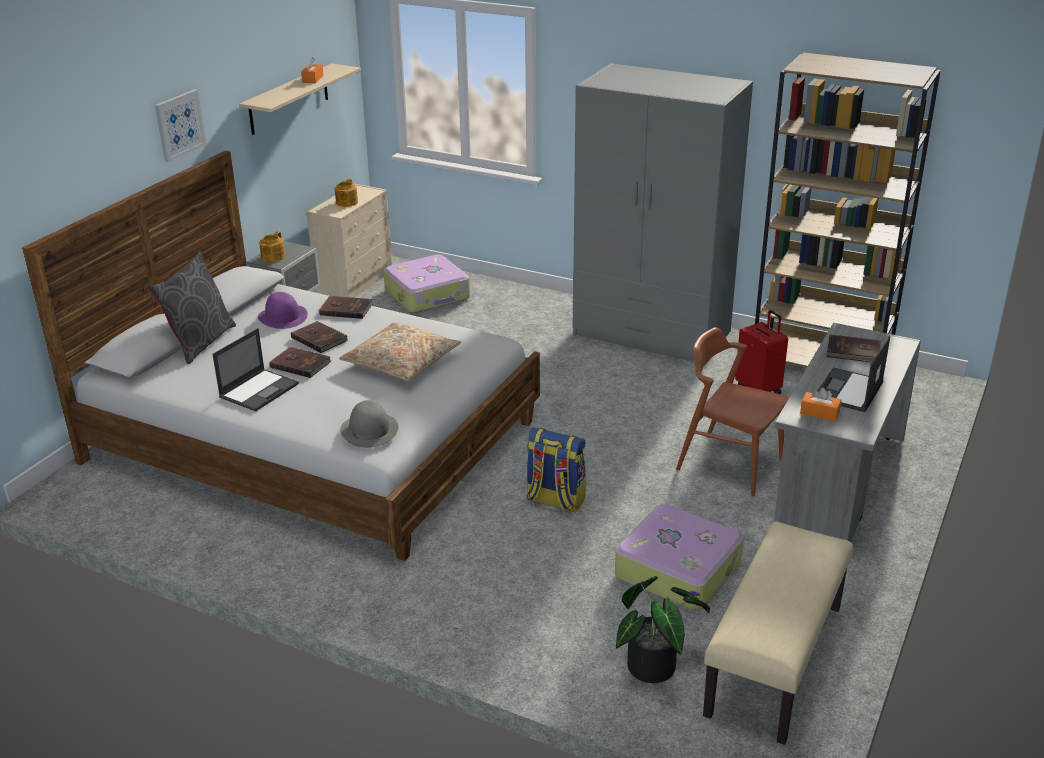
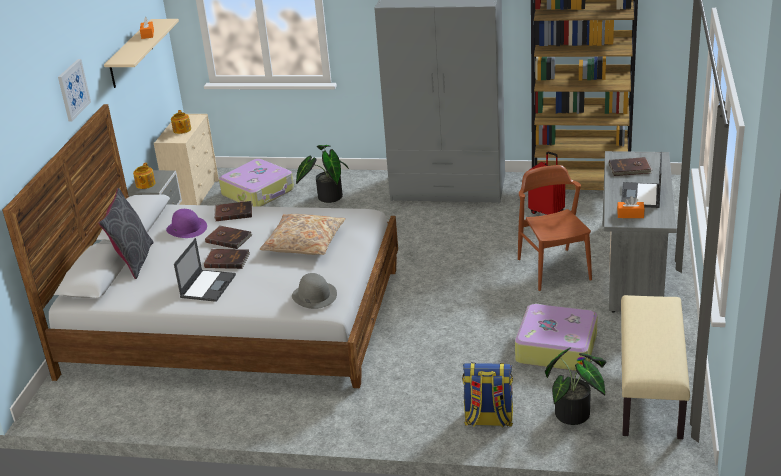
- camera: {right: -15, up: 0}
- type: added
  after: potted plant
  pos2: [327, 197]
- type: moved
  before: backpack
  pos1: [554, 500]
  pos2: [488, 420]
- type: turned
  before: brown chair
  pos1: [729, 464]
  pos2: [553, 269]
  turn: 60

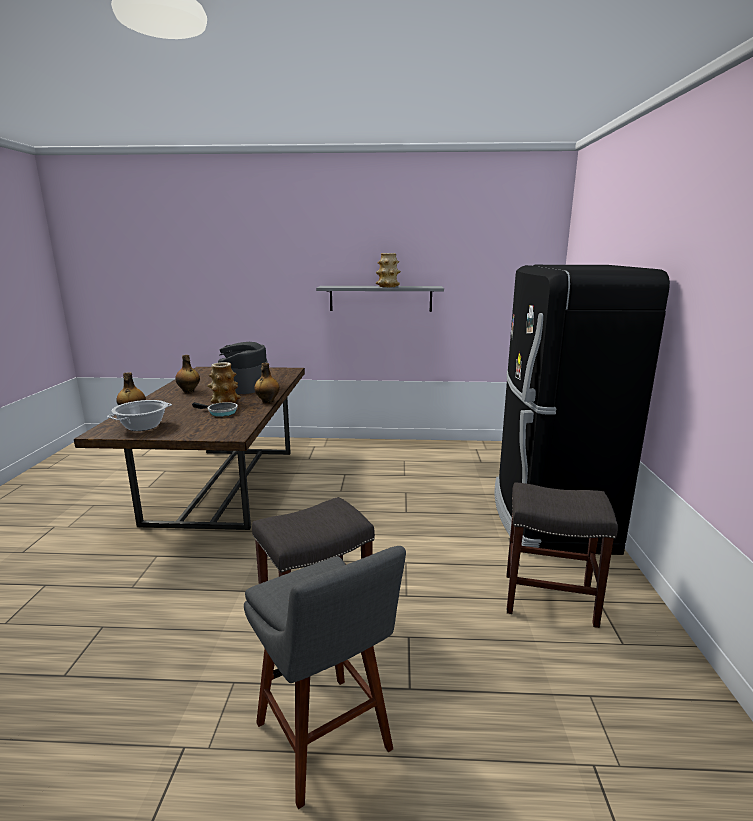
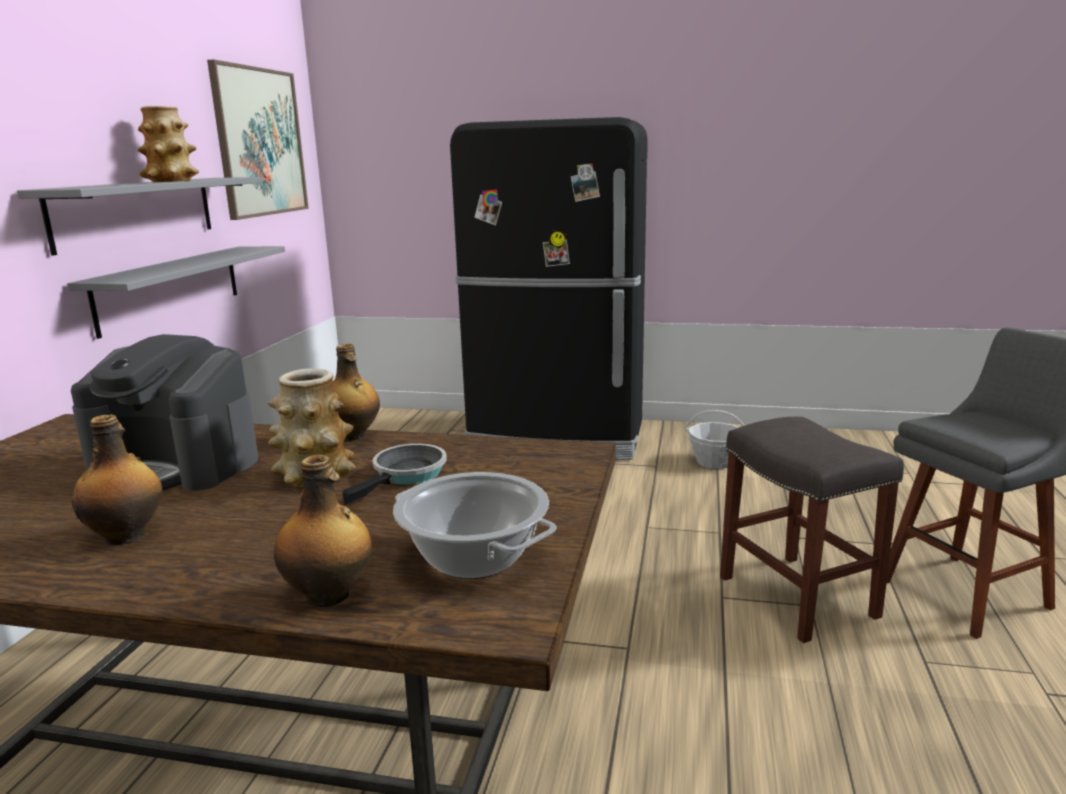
- camera: {right: -80, up: 0}
- type: added
  after: grey shelf
  pos2: [170, 288]
- type: added
  after: picture
  pos2: [260, 142]
- type: replaced
  before: grey stool
  after: basket
  pos1: [550, 599]
  pos2: [715, 461]

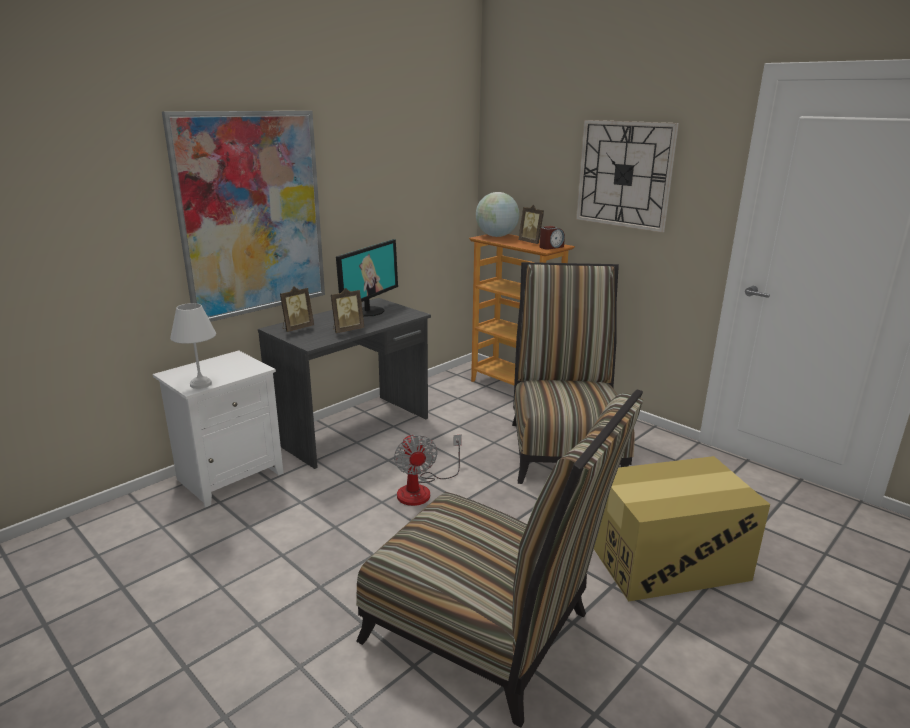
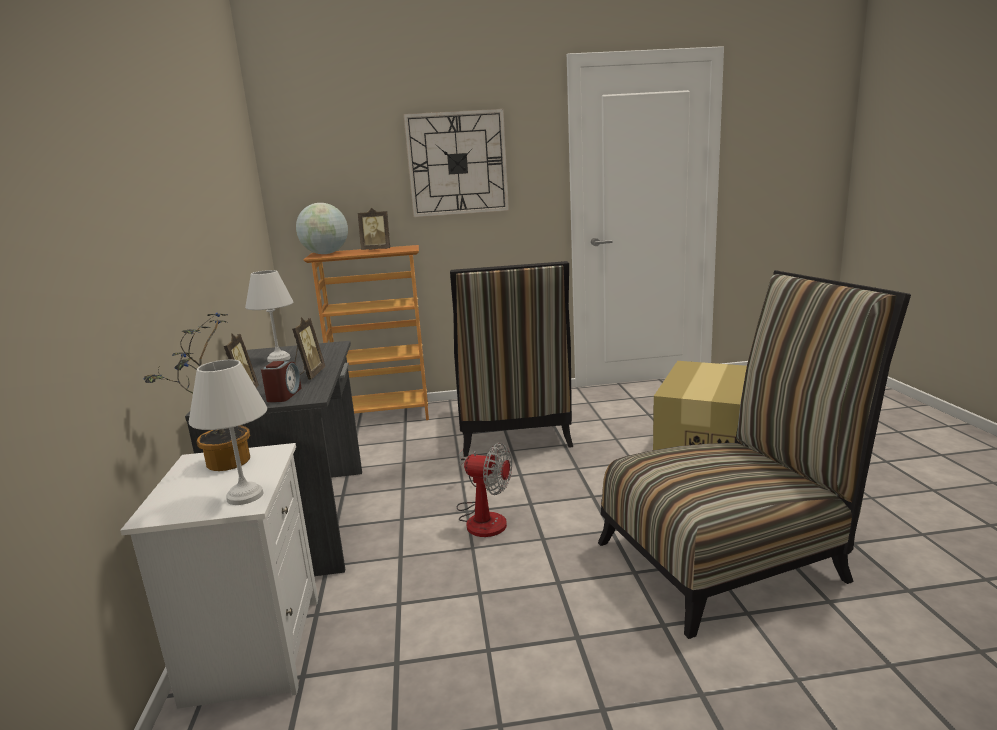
- camera: {right: -50, up: -5}
- type: removed
  before: picture
  pos1: [252, 215]
- type: added
  after: potted plant
  pos2: [221, 463]
- type: moved
  before: alarm clock
  pos1: [551, 247]
  pos2: [284, 395]
- type: replaced
  before: monitor
  after: white table lamp
  pos1: [369, 311]
  pos2: [278, 359]
- type: turned
  before: chair
  pos1: [565, 447]
  pos2: [513, 431]
  turn: -135

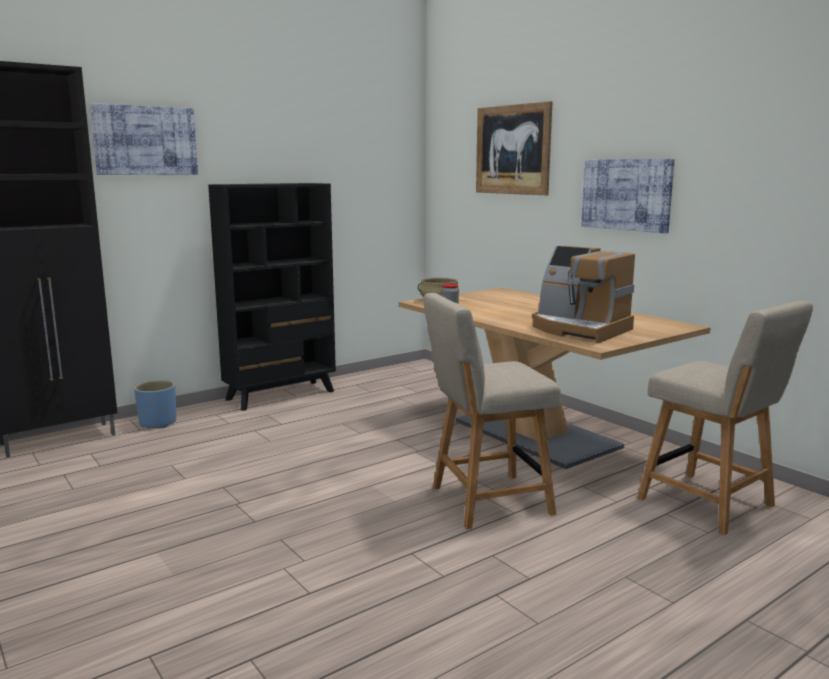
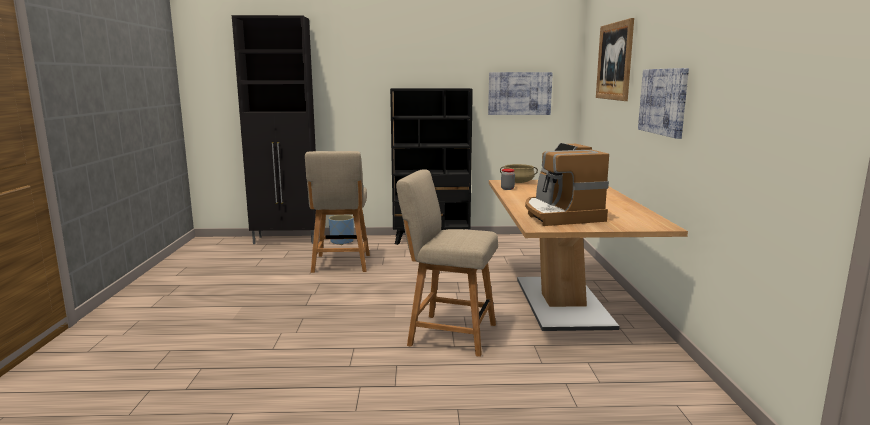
- camera: {right: 35, up: 0}
- type: moved
  before: picture
  pos1: [145, 140]
  pos2: [519, 93]
- type: moved
  before: beige chair
  pos1: [711, 505]
  pos2: [341, 264]

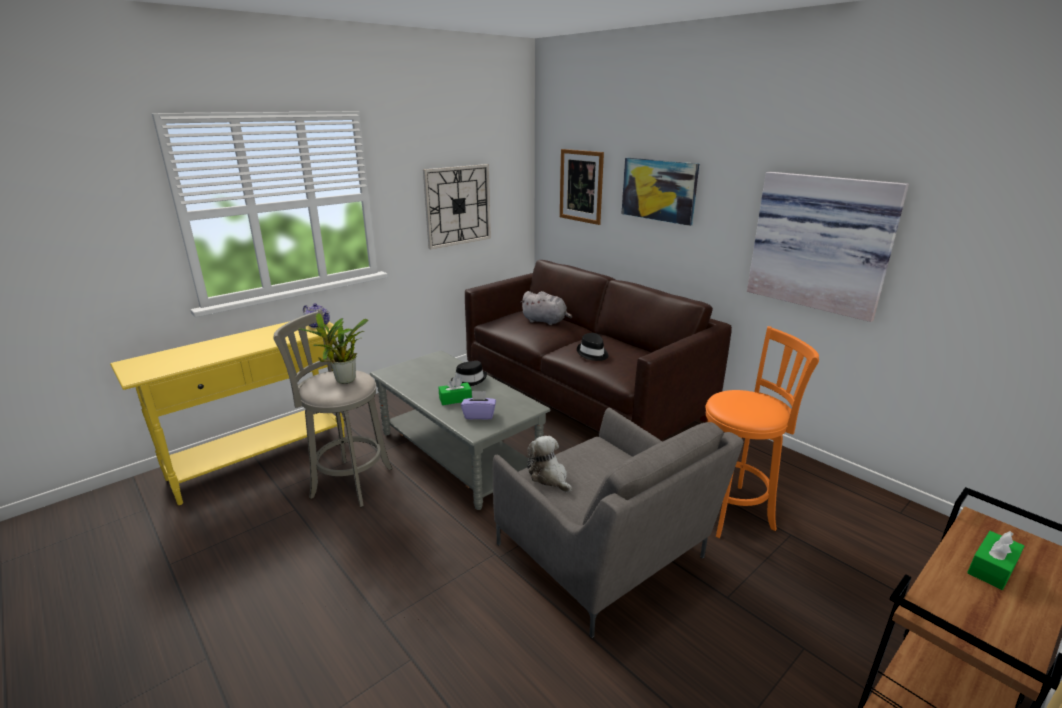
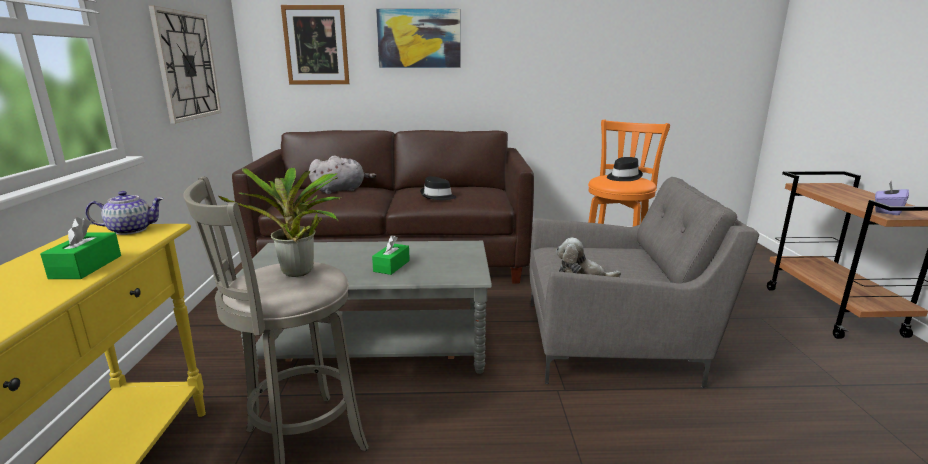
- camera: {right: -50, up: -5}
- type: removed
  before: picture
  pos1: [821, 243]
- type: moved
  before: black hat
  pos1: [469, 380]
  pos2: [623, 177]
- type: moved
  before: purple tissue box
  pos1: [479, 415]
  pos2: [887, 211]
- type: moved
  before: green tissue box
  pos1: [992, 568]
  pos2: [86, 267]

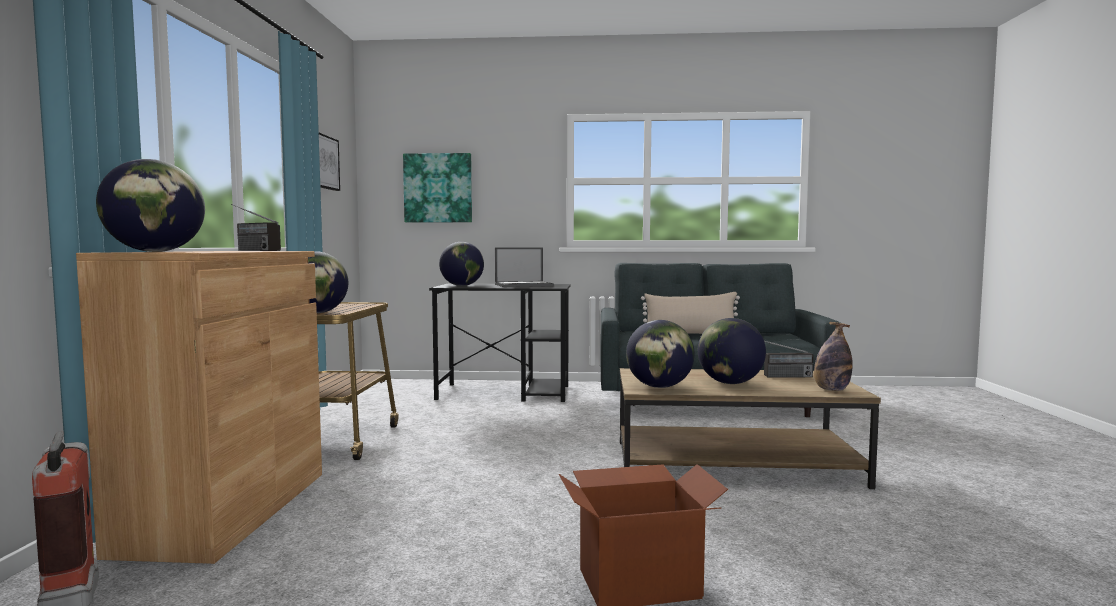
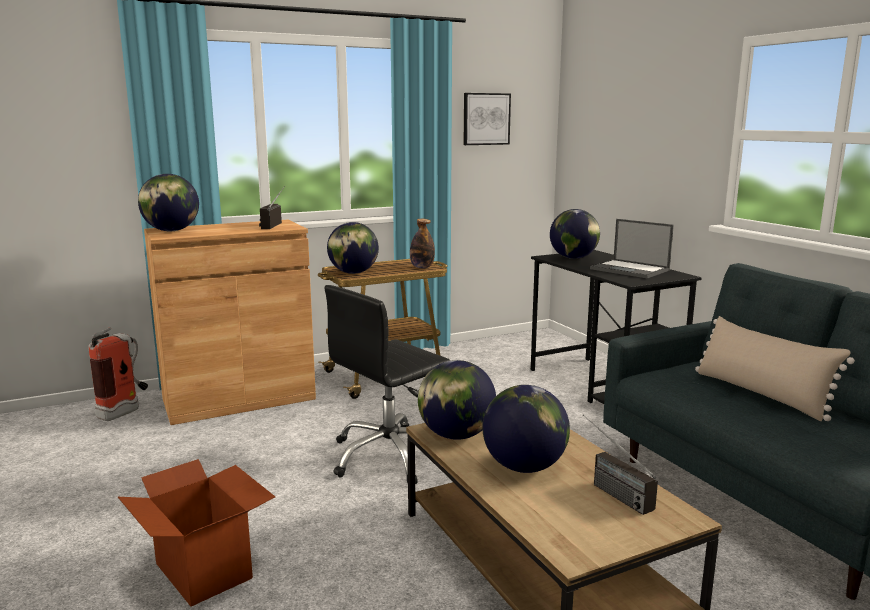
- camera: {right: 60, up: 10}
- type: removed
  before: picture
  pos1: [438, 188]
- type: added
  after: black office chair
  pos2: [389, 456]
- type: moved
  before: bottle
  pos1: [831, 390]
  pos2: [422, 267]

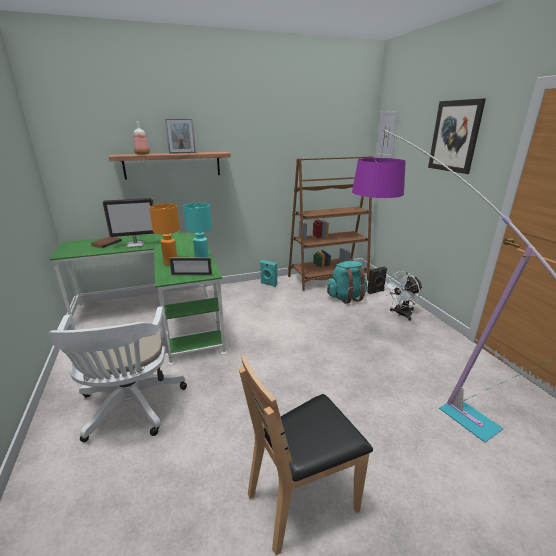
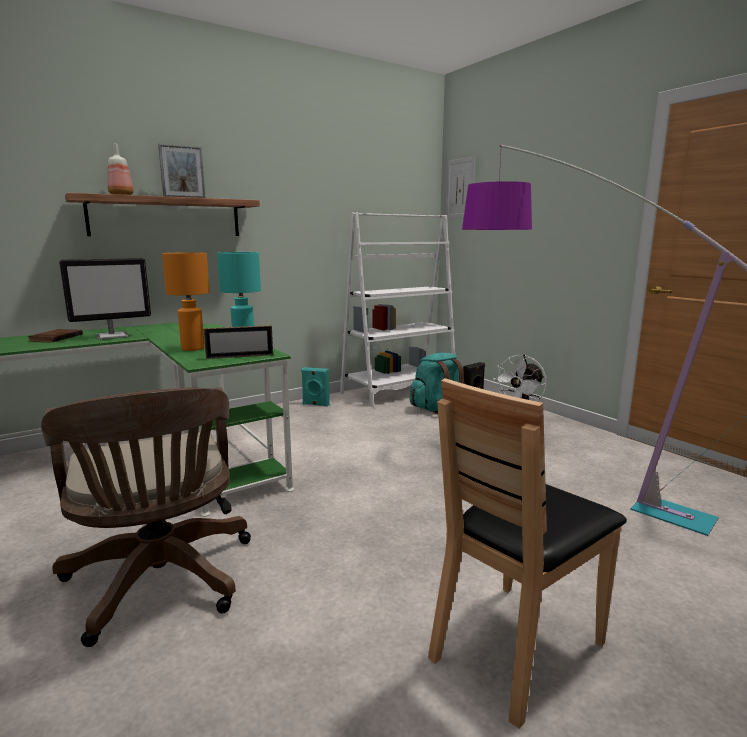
- camera: {right: -15, up: -10}
- type: removed
  before: picture
  pos1: [455, 136]
- type: recoloured
  before: white office chair
  after: brown office chair
  pos1: [131, 408]
  pos2: [161, 583]
- type: recoloured
  before: brown bookcase
  after: white bookcase
  pos1: [328, 278]
  pos2: [399, 391]

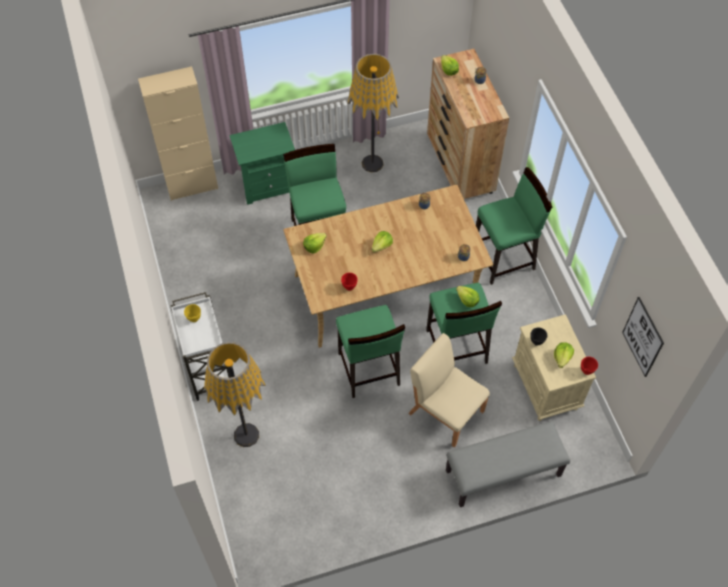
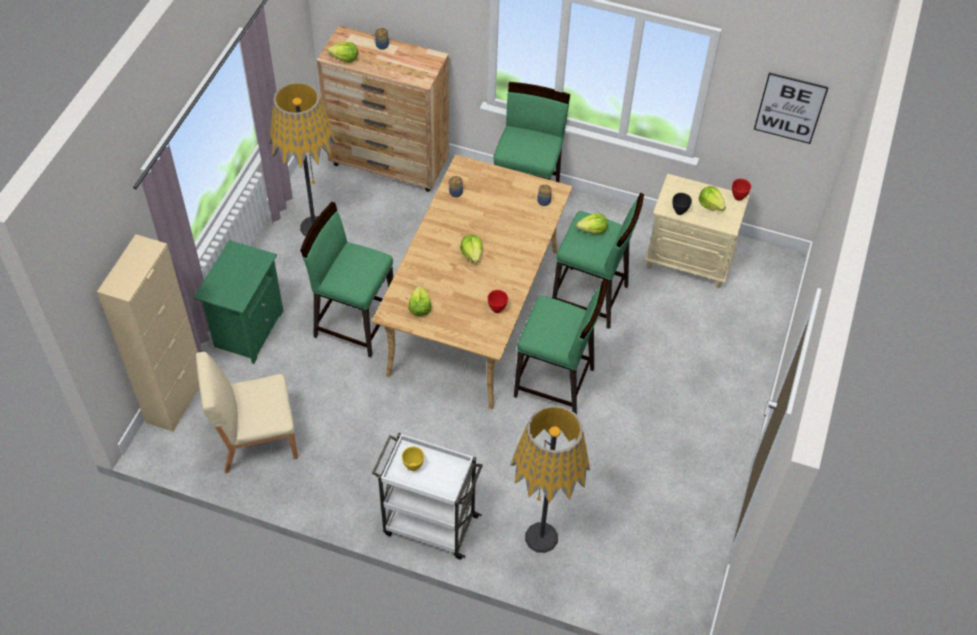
- camera: {right: -55, up: -5}
- type: removed
  before: grey bench
  pos1: [503, 474]
- type: moved
  before: beige chair
  pos1: [445, 411]
  pos2: [255, 438]

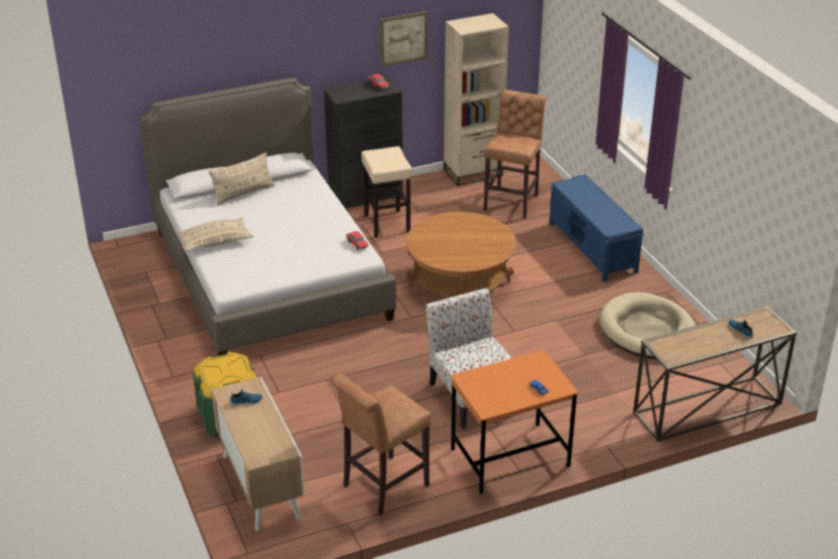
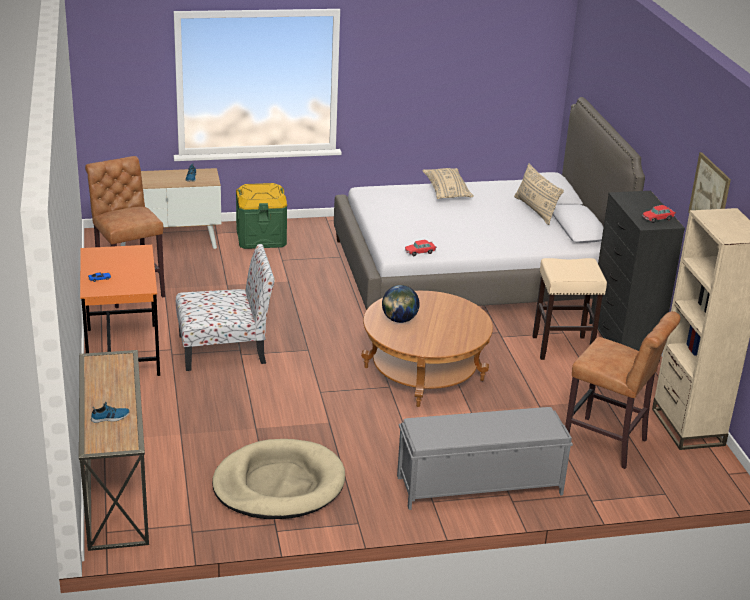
- camera: {right: 100, up: -5}
- type: added
  after: globe
  pos2: [399, 320]
- type: recoloured
  before: blue bench
  after: grey bench
  pos1: [592, 248]
  pos2: [478, 485]

